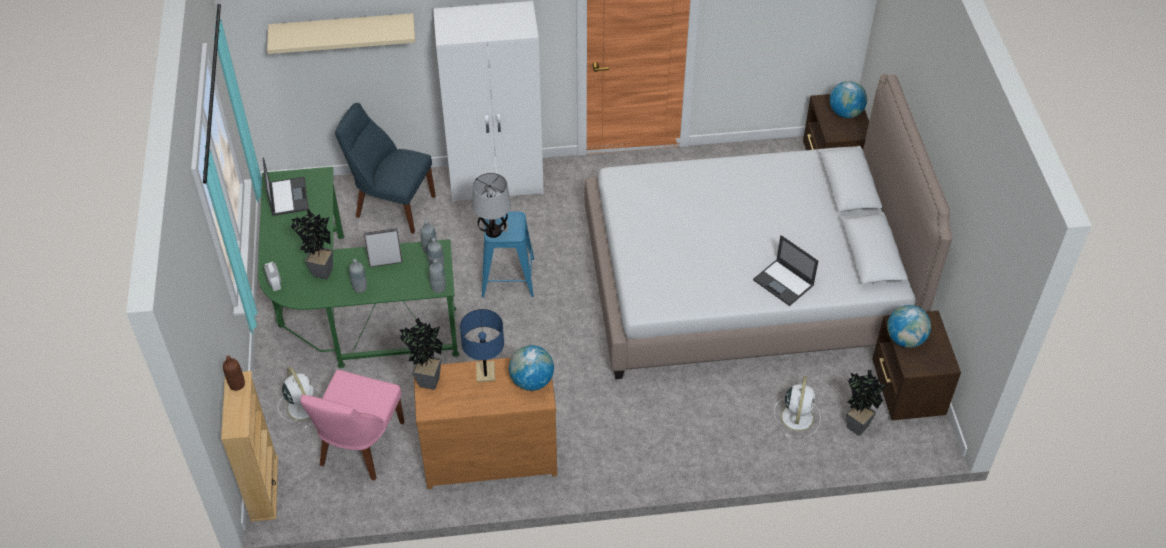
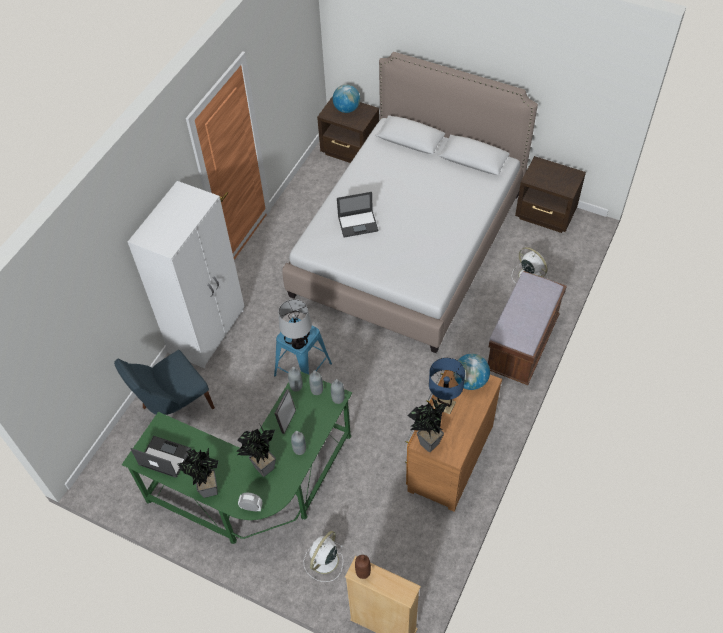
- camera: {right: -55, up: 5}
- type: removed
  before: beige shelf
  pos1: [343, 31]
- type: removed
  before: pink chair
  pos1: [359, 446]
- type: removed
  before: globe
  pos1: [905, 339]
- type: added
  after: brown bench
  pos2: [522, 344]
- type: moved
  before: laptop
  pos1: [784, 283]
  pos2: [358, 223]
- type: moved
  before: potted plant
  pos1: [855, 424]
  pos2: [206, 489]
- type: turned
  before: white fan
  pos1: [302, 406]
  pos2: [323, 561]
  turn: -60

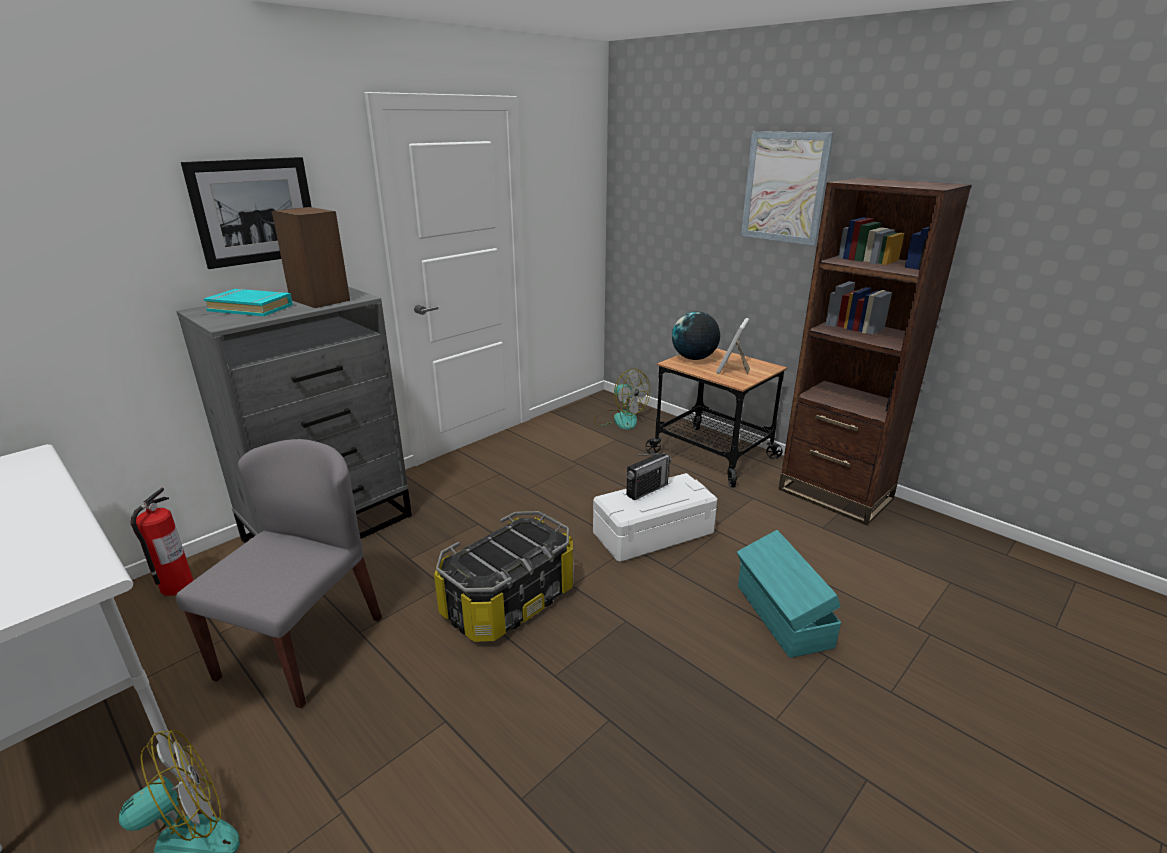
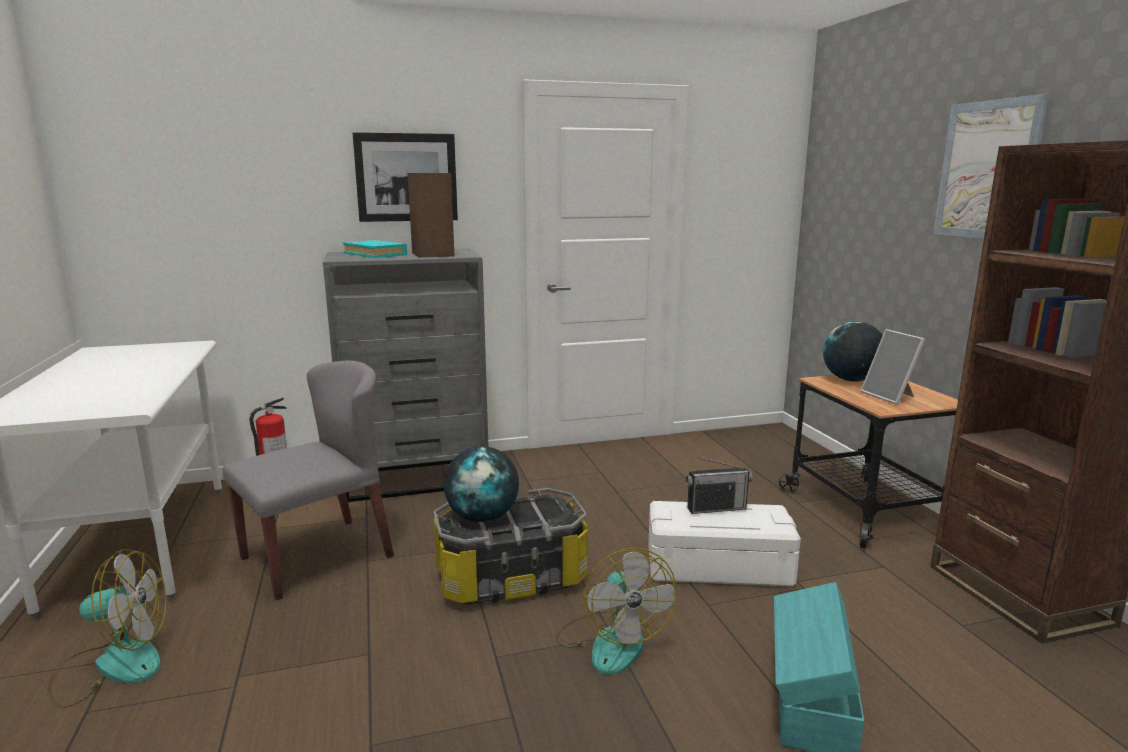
- camera: {right: 30, up: -10}
- type: added
  after: globe
  pos2: [483, 517]
- type: moved
  before: fan
  pos1: [619, 419]
  pos2: [611, 641]
- type: turned
  before: picture frame
  pos1: [732, 369]
  pos2: [890, 396]
  turn: -75

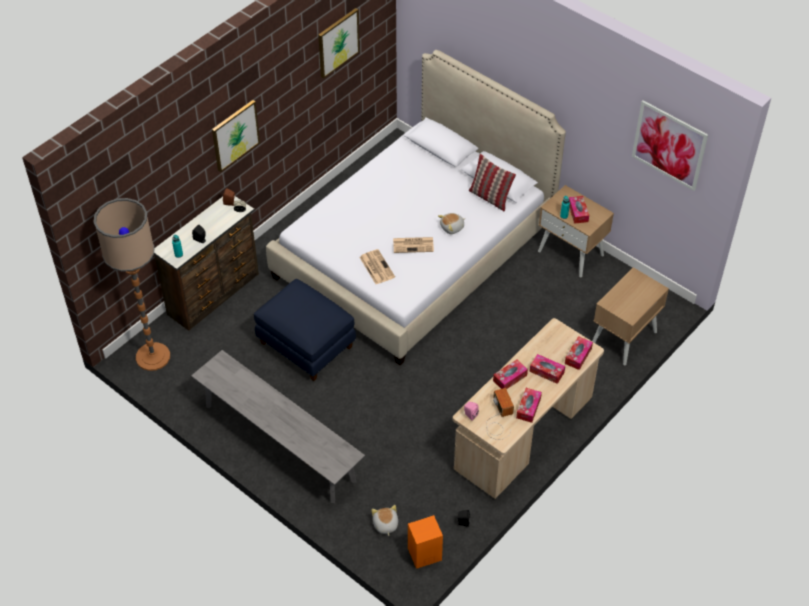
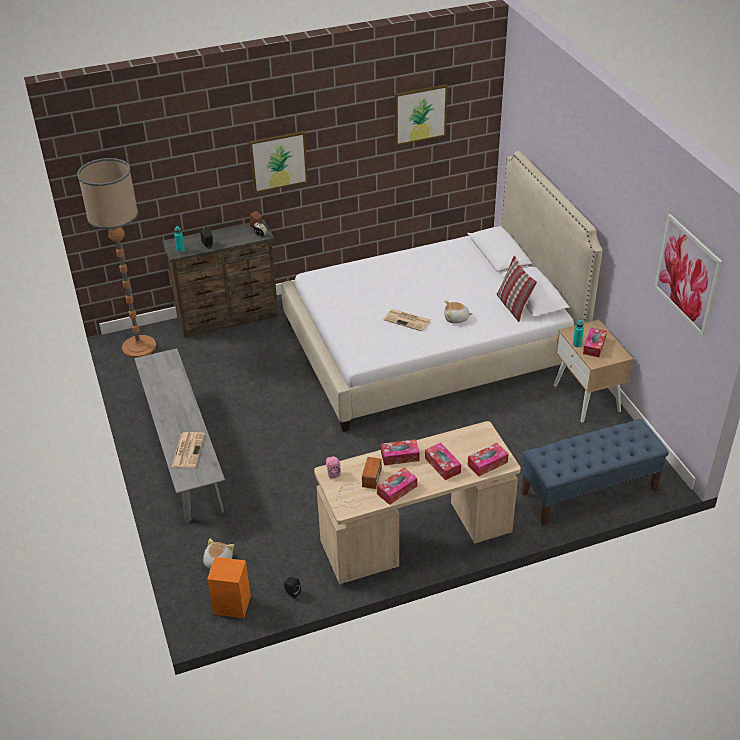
- camera: {right: 30, up: -10}
- type: removed
  before: blue ottoman
  pos1: [307, 345]
- type: moved
  before: newspaper
  pos1: [376, 267]
  pos2: [188, 450]
- type: replaced
  before: beige nightstand
  after: blue bench
  pos1: [624, 338]
  pos2: [588, 492]

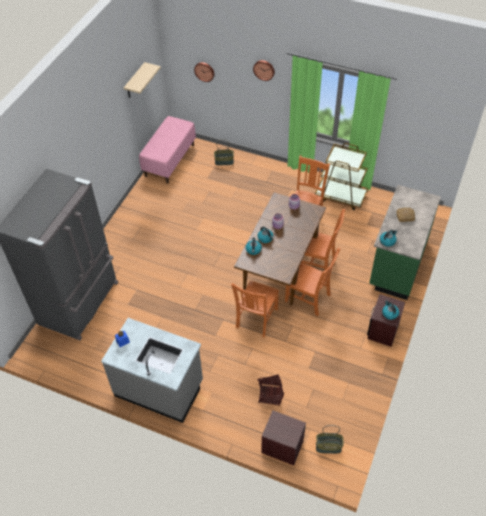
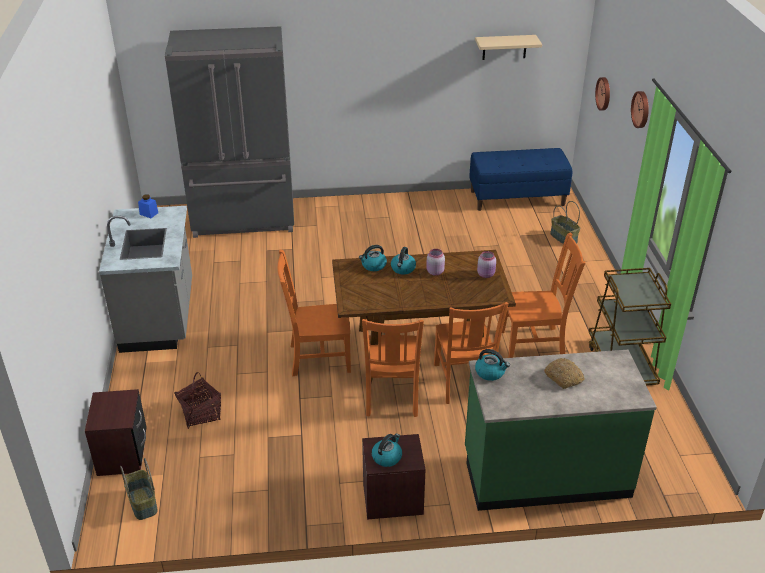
- camera: {right: 60, up: -15}
- type: recoloured
  before: pink bench
  after: blue bench
  pos1: [169, 160]
  pos2: [517, 198]

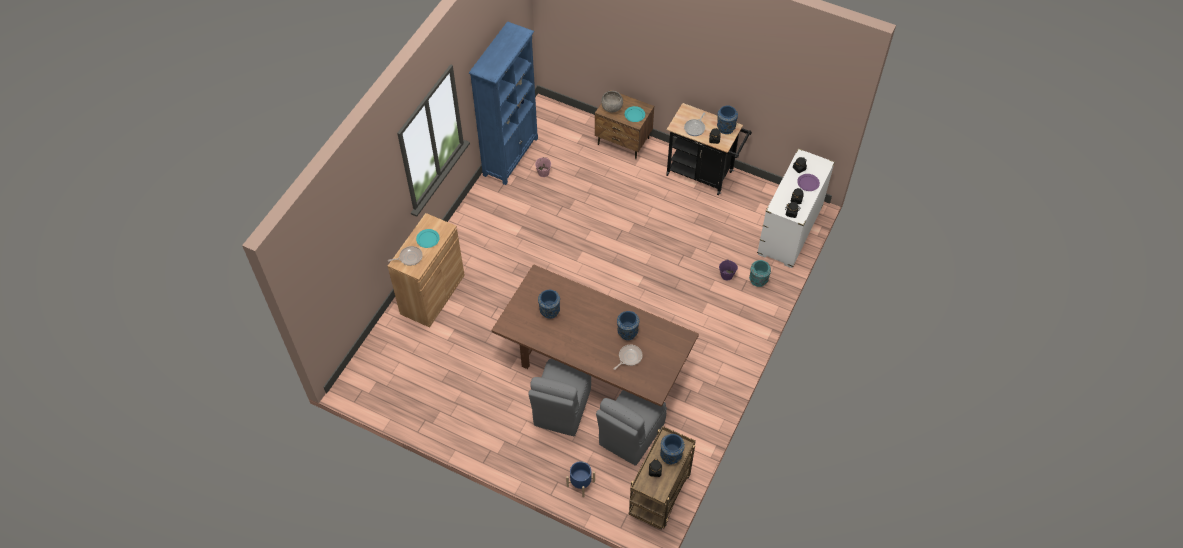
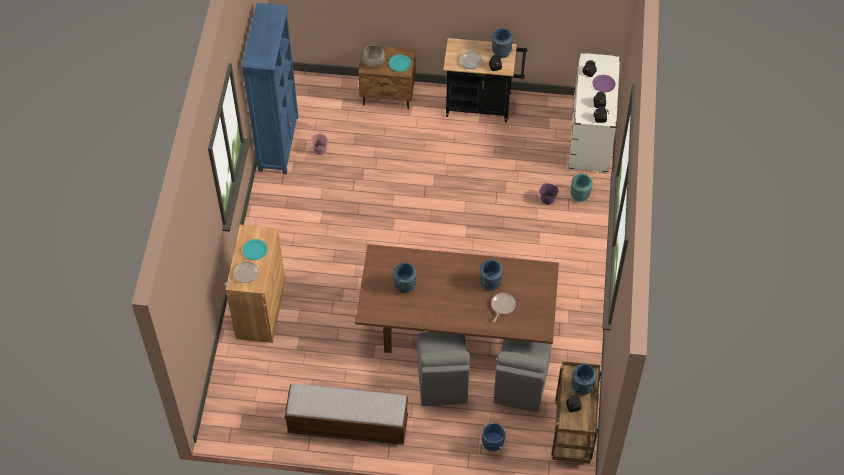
- camera: {right: -20, up: 0}
- type: added
  after: bench
  pos2: [347, 425]

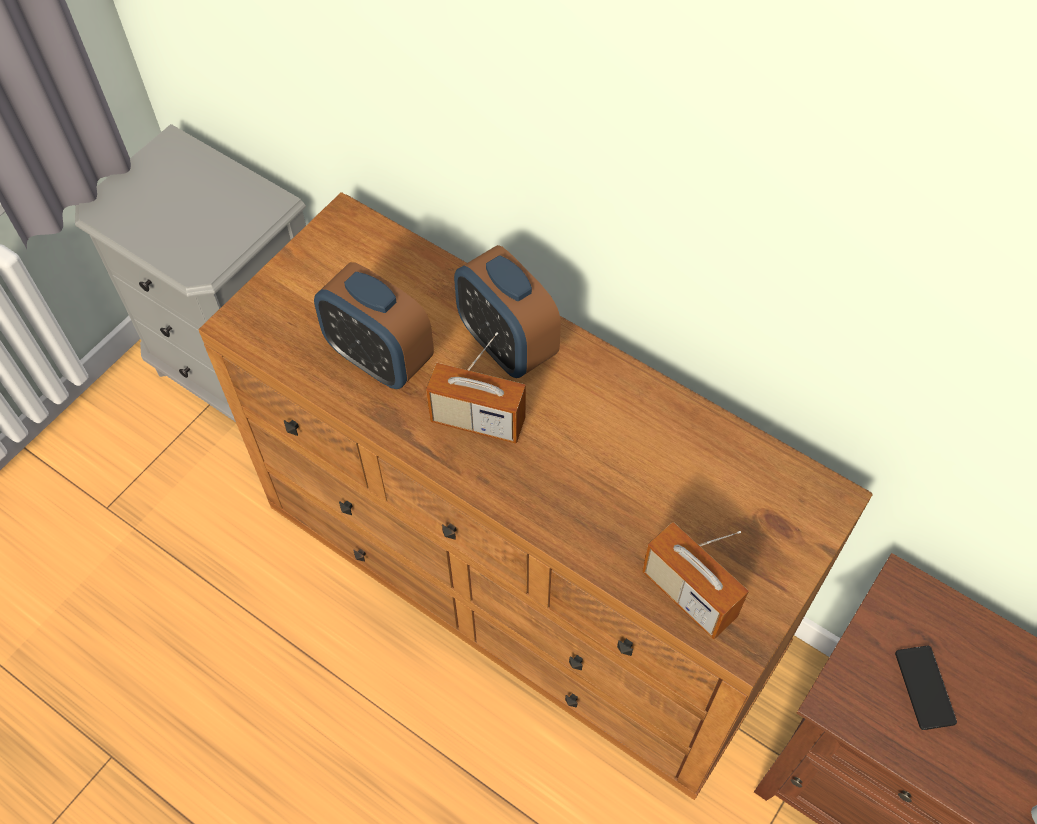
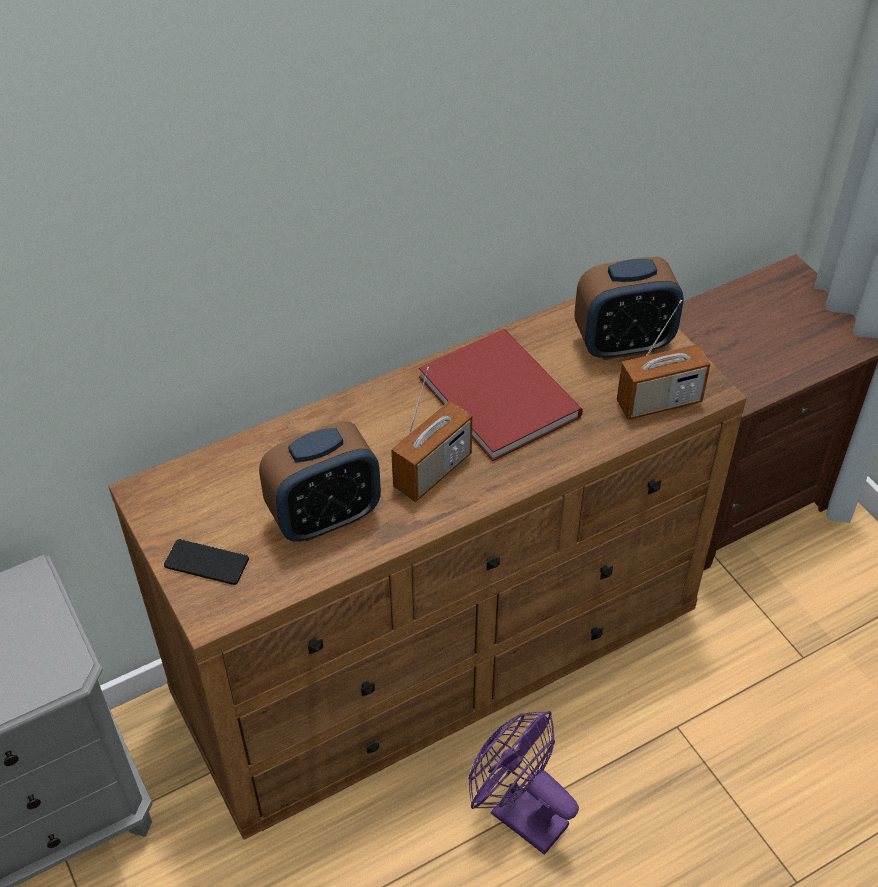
- camera: {right: -65, up: -10}
- type: added
  after: red book
  pos2: [499, 392]
- type: added
  after: purple fan
  pos2: [518, 813]
- type: moved
  before: alarm clock
  pos1: [507, 345]
  pos2: [623, 344]
- type: moved
  before: phone
  pos1: [924, 687]
  pos2: [206, 563]

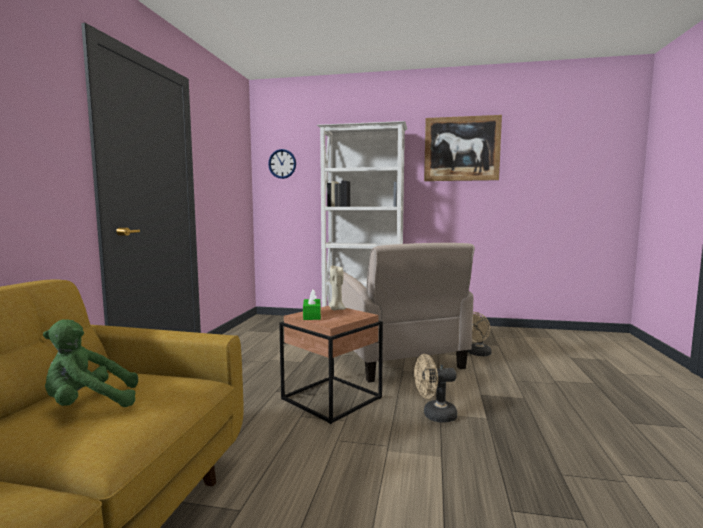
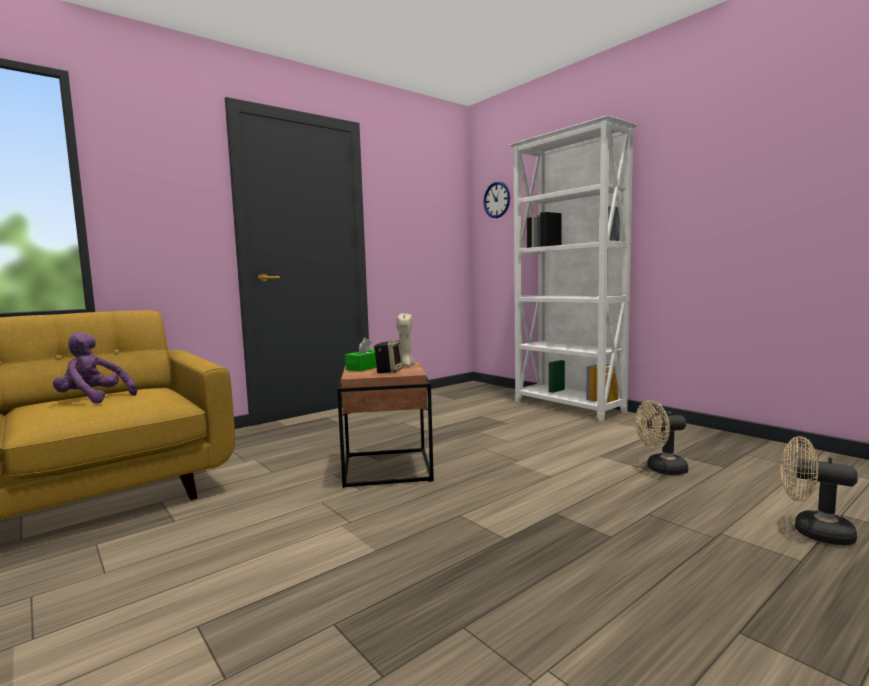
- camera: {right: 40, up: 0}
- type: removed
  before: beige armchair
  pos1: [398, 359]
- type: removed
  before: picture
  pos1: [461, 149]
- type: added
  after: speaker
  pos2: [388, 371]
- type: moved
  before: beige fan
  pos1: [434, 415]
  pos2: [813, 531]
- type: recoloured
  before: green plush toy
  after: purple plush toy
  pos1: [89, 404]
  pos2: [93, 399]

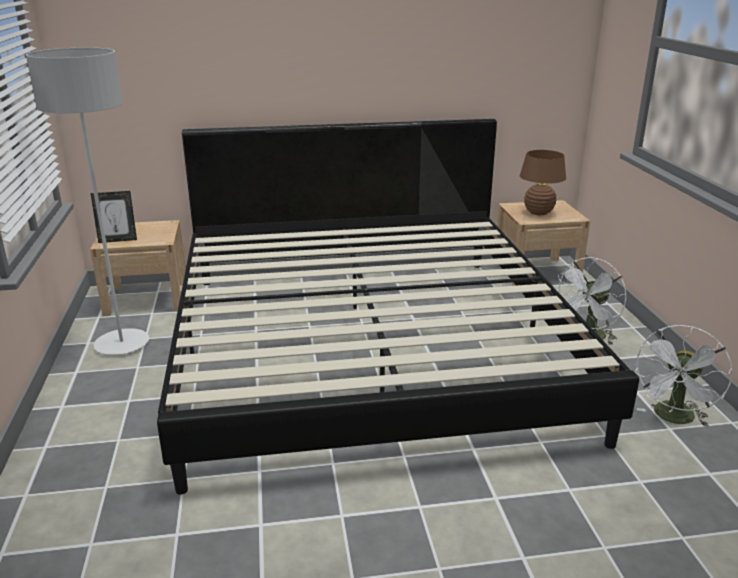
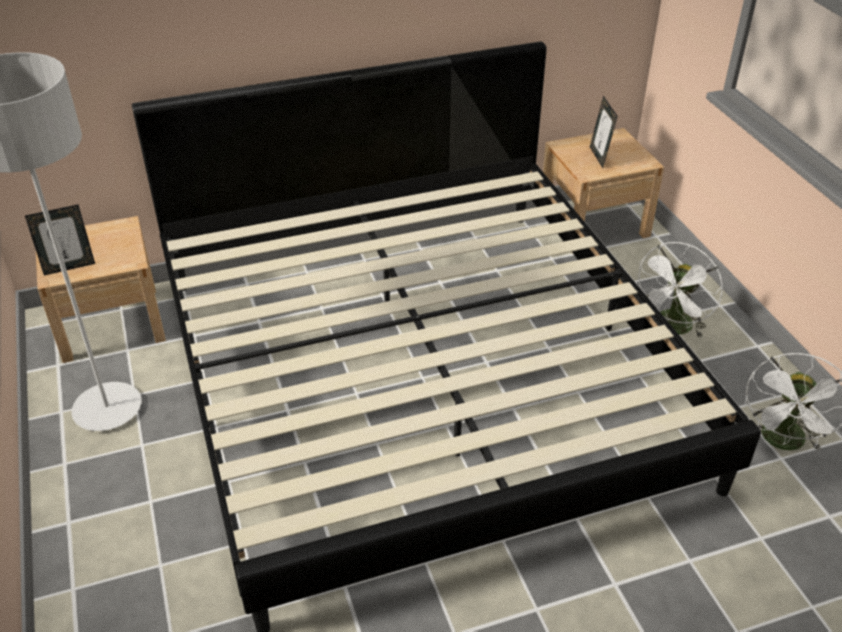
- camera: {right: -10, up: 15}
- type: replaced
  before: brown table lamp
  after: picture frame
  pos1: [538, 212]
  pos2: [599, 157]

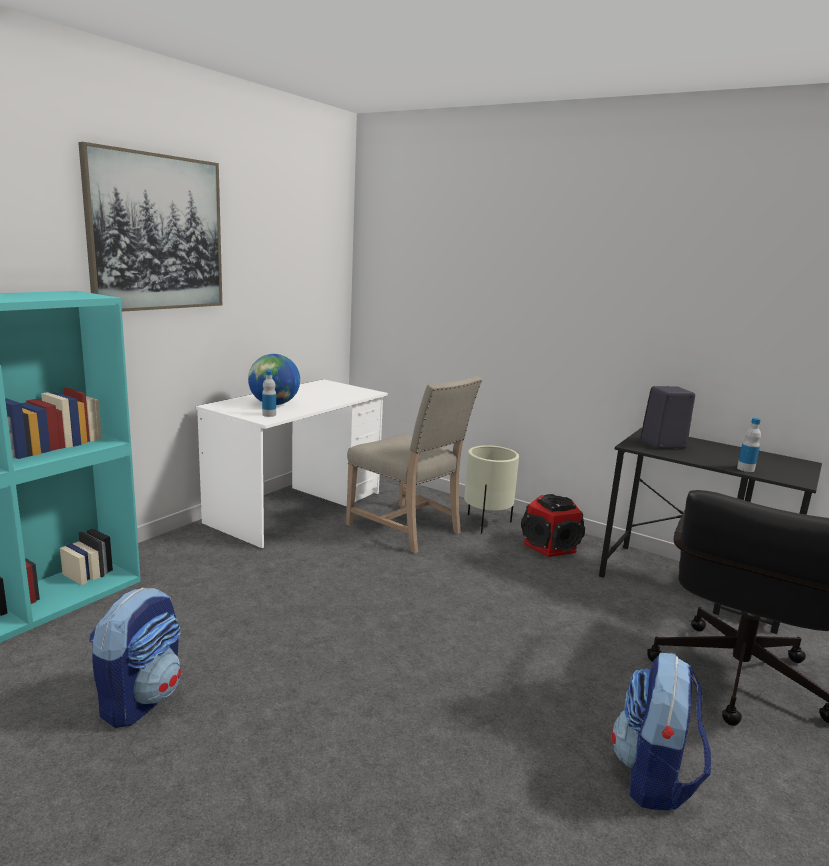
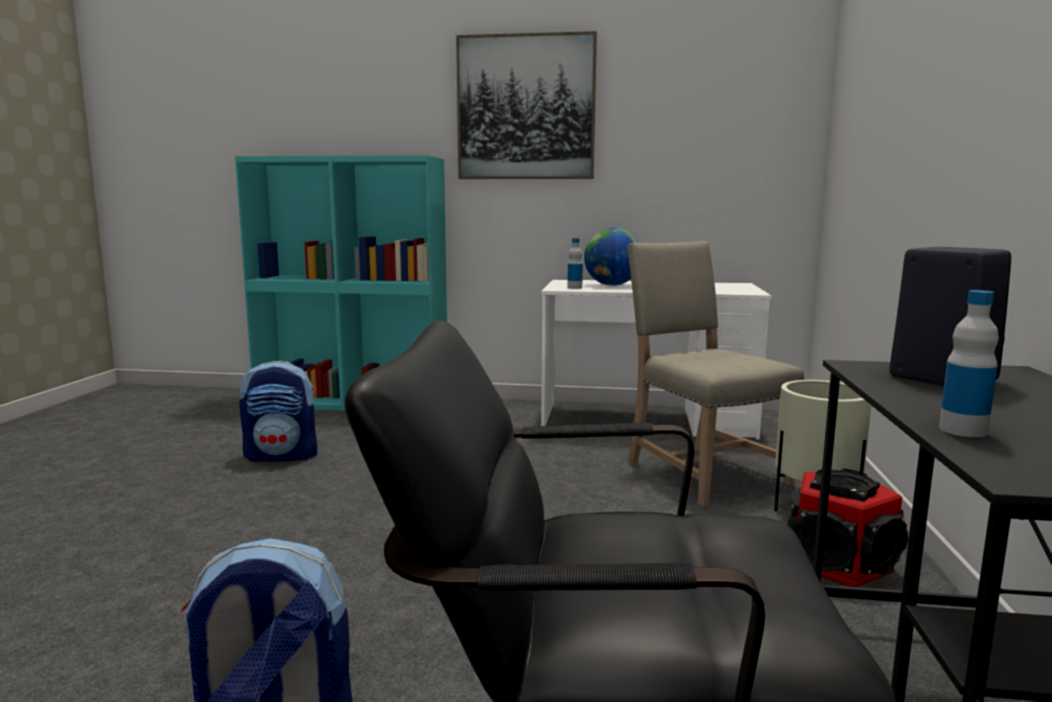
- camera: {right: 65, up: -5}
- type: turned
  before: beige chair
  pos1: [408, 528]
  pos2: [700, 471]
  turn: 135

